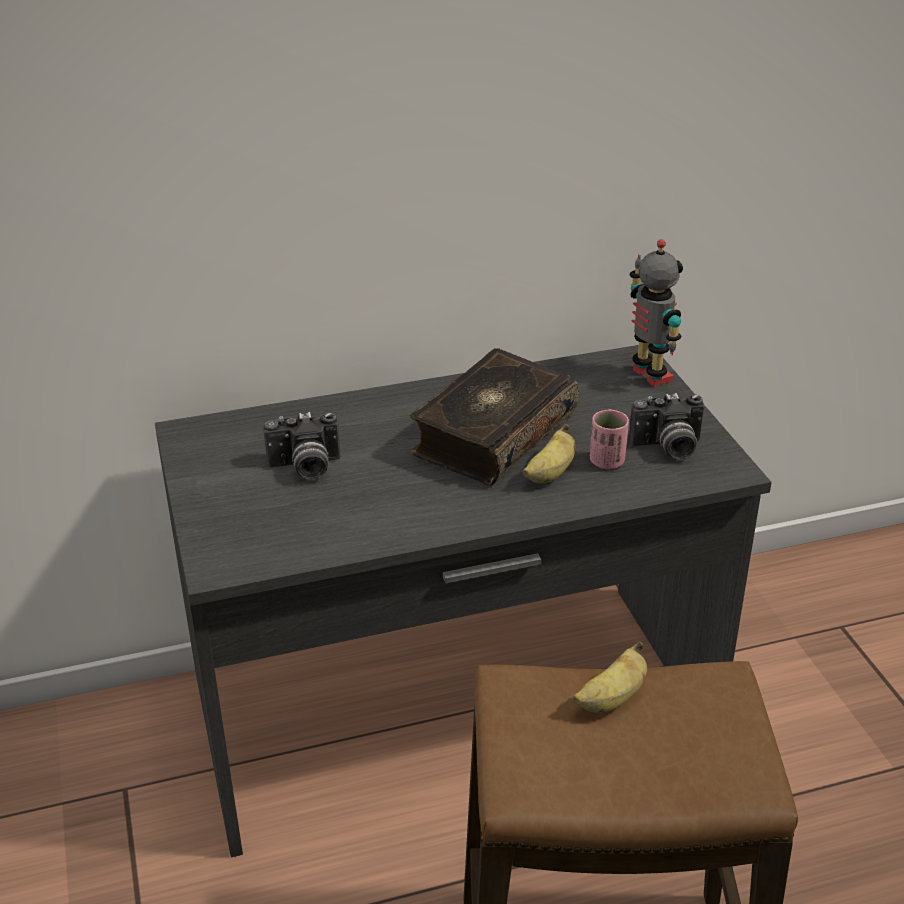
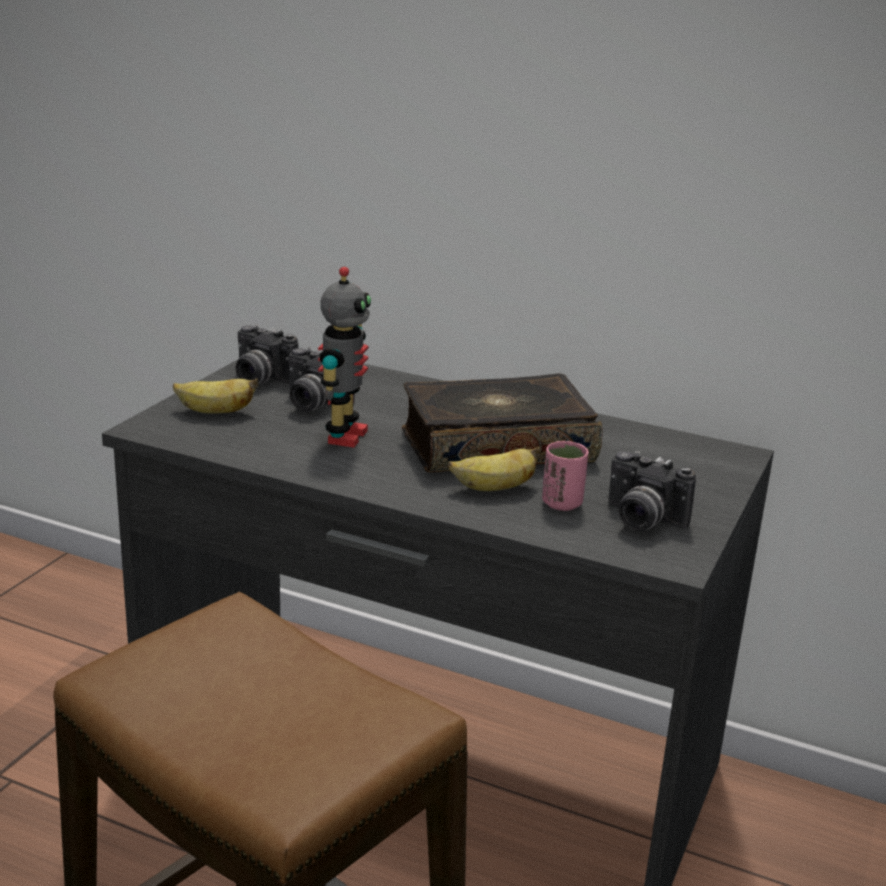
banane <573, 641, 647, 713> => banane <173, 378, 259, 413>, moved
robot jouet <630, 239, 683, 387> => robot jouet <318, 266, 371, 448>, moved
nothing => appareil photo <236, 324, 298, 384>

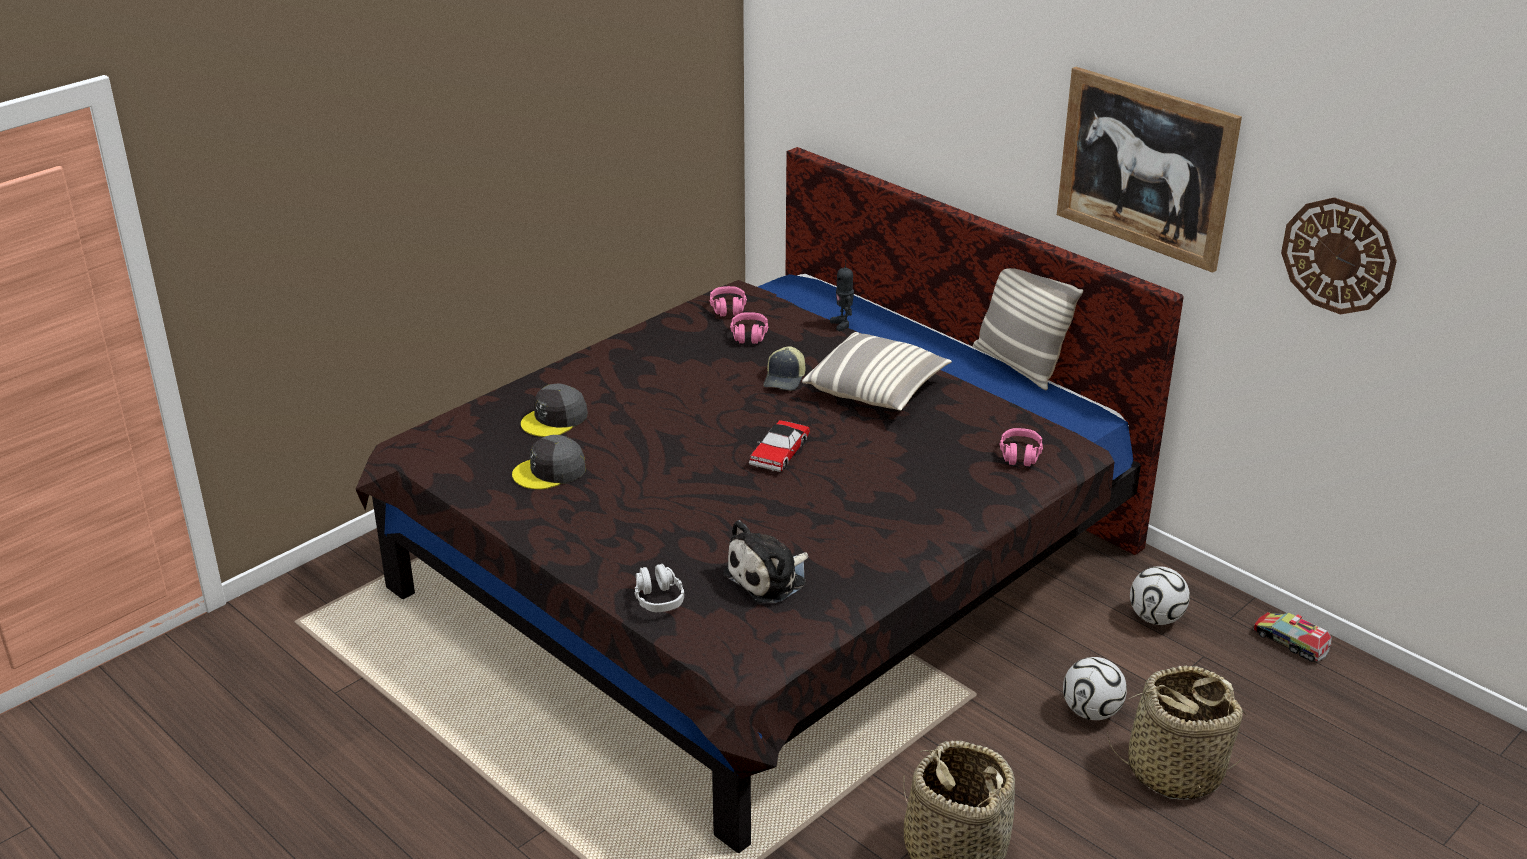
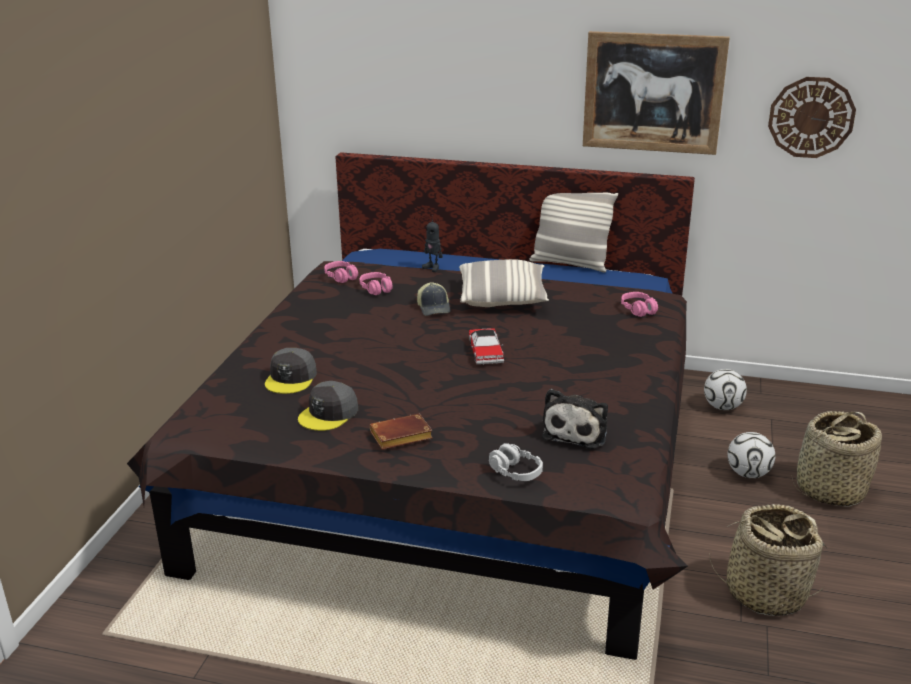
camion jouet <1253, 612, 1332, 662> => nothing
nothing => livre (marron) <370, 414, 433, 450>

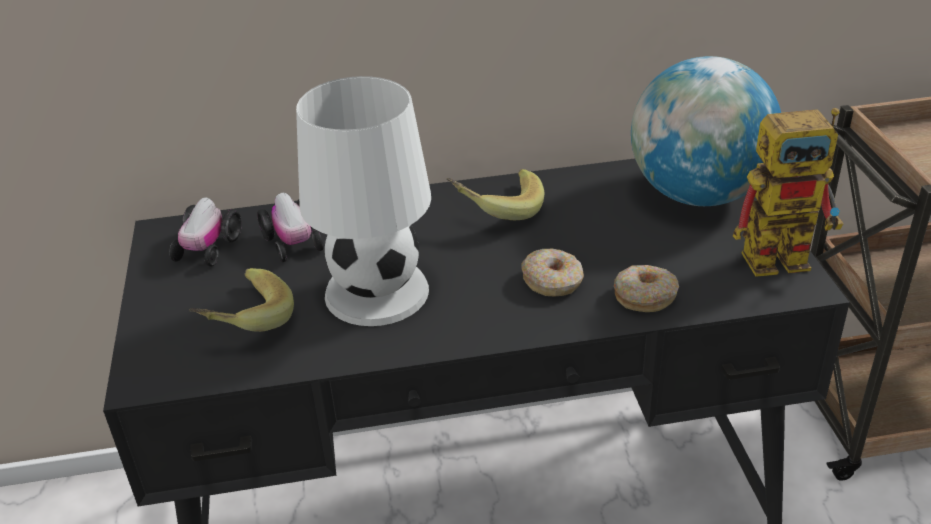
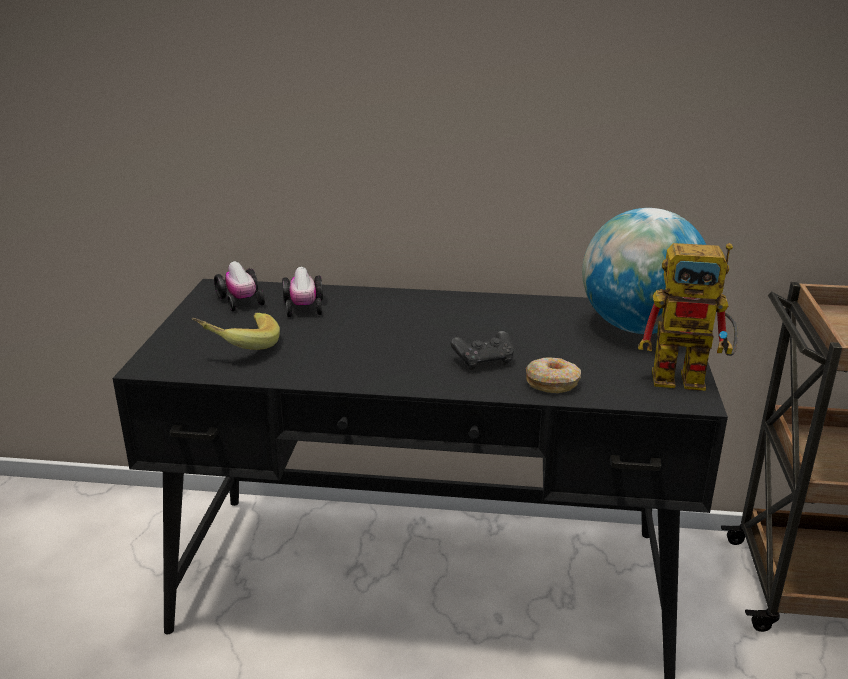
petite voiture <169, 197, 242, 267> => petite voiture <214, 261, 265, 311>, 60 degrees counterclockwise
lampe de table (blanc) <296, 76, 431, 326> => nothing
banane <447, 169, 544, 220> => nothing
beignet <522, 249, 584, 297> => manette (noir) <451, 331, 514, 370>

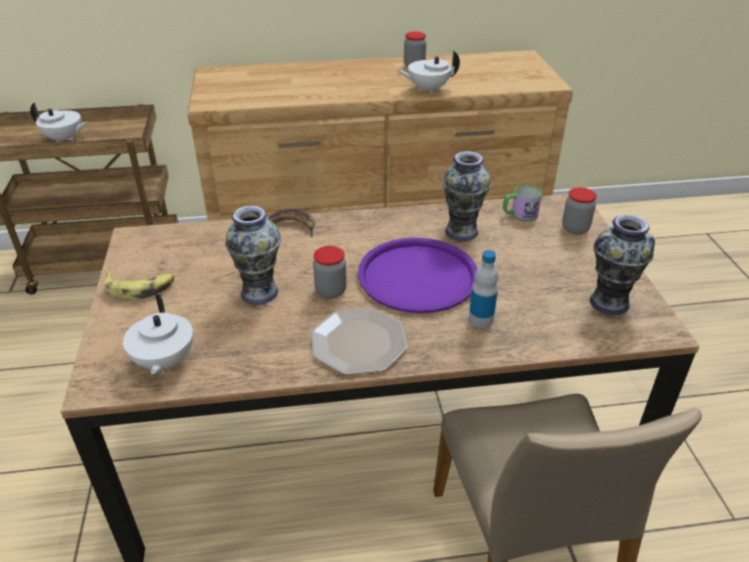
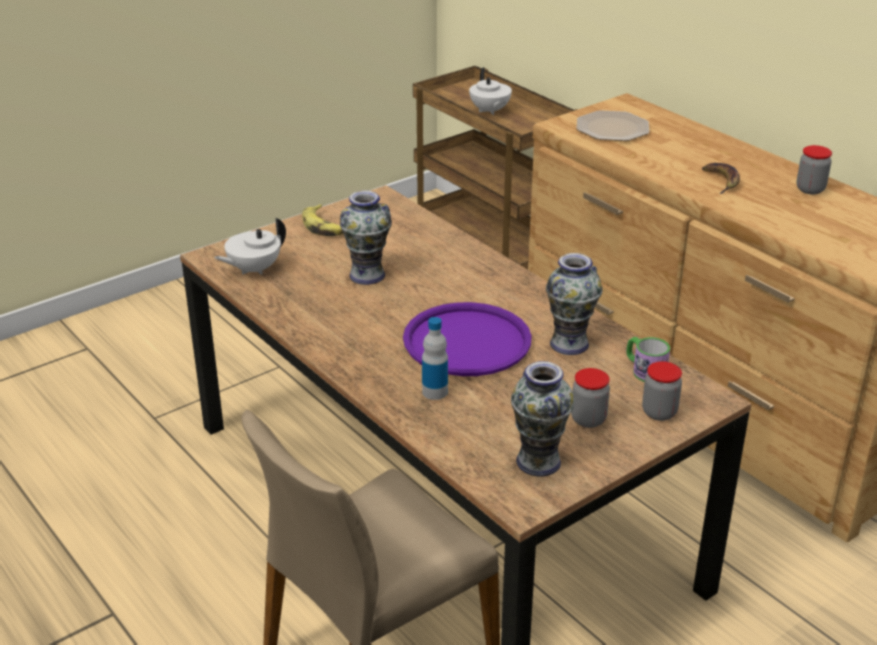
banane <268, 209, 315, 237> => banane <702, 163, 740, 194>, moved
assiette <311, 308, 408, 375> => assiette <576, 110, 649, 141>, moved
bocal <313, 246, 347, 299> => bocal <571, 368, 610, 428>, moved
théière (blanc) <397, 50, 460, 94> => nothing

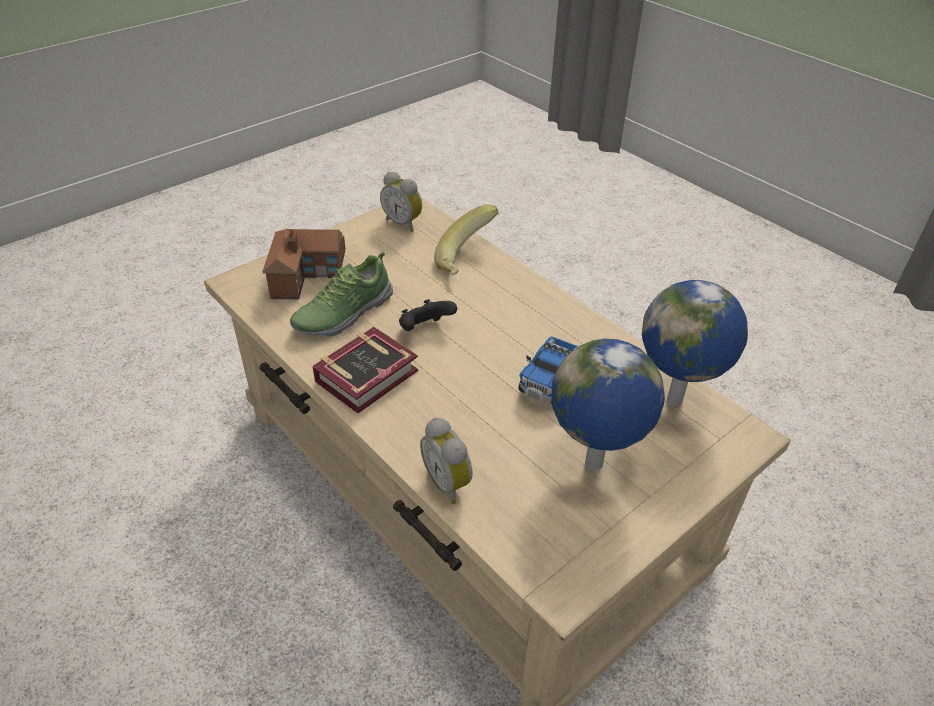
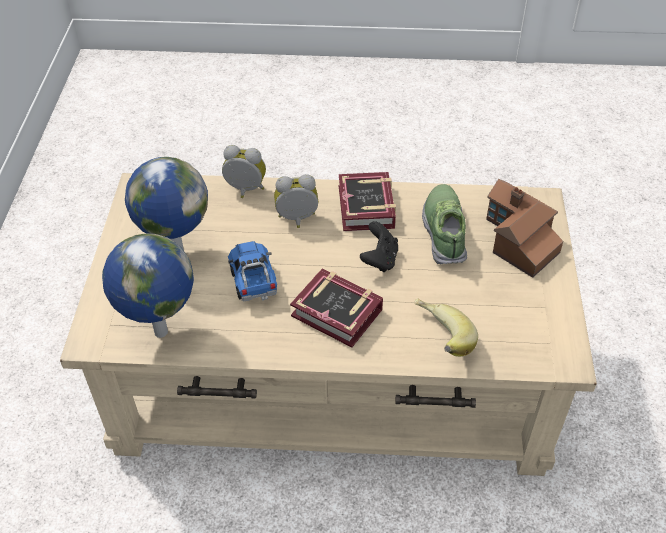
réveil <380, 172, 422, 232> => réveil <274, 174, 318, 228>, moved
nothing => livre <290, 269, 383, 347>

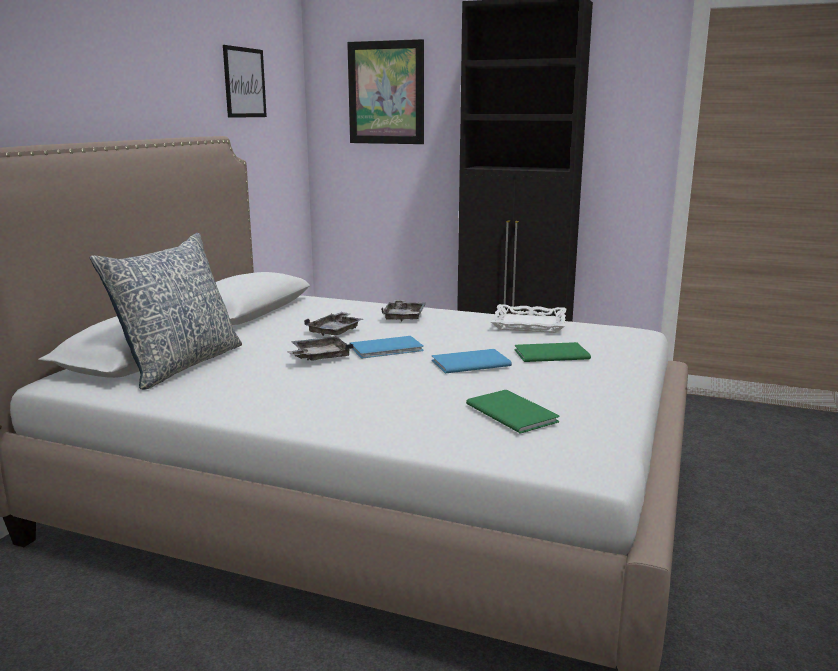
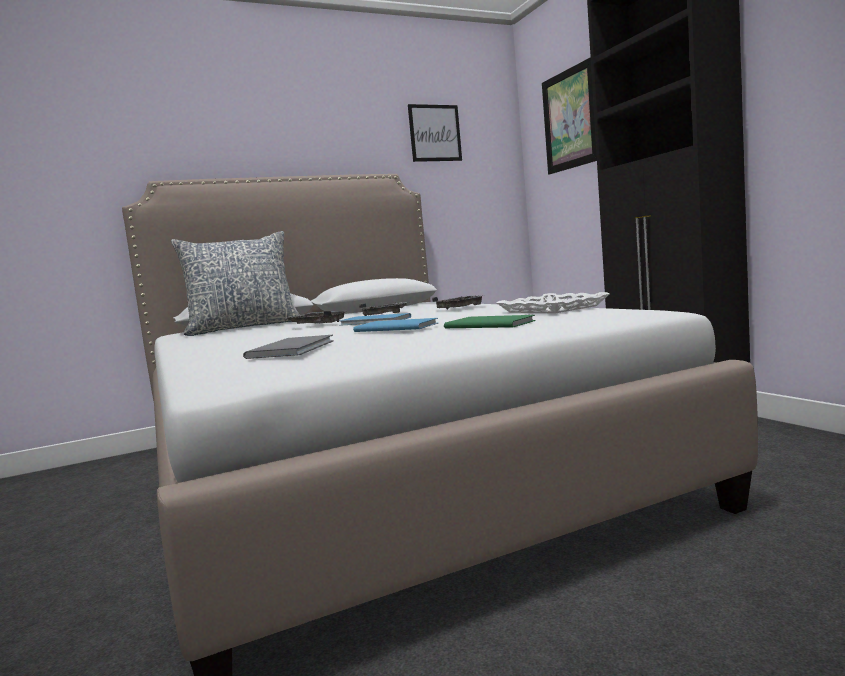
livre (vert) <466, 390, 560, 434> => livre (gris) <243, 335, 334, 359>

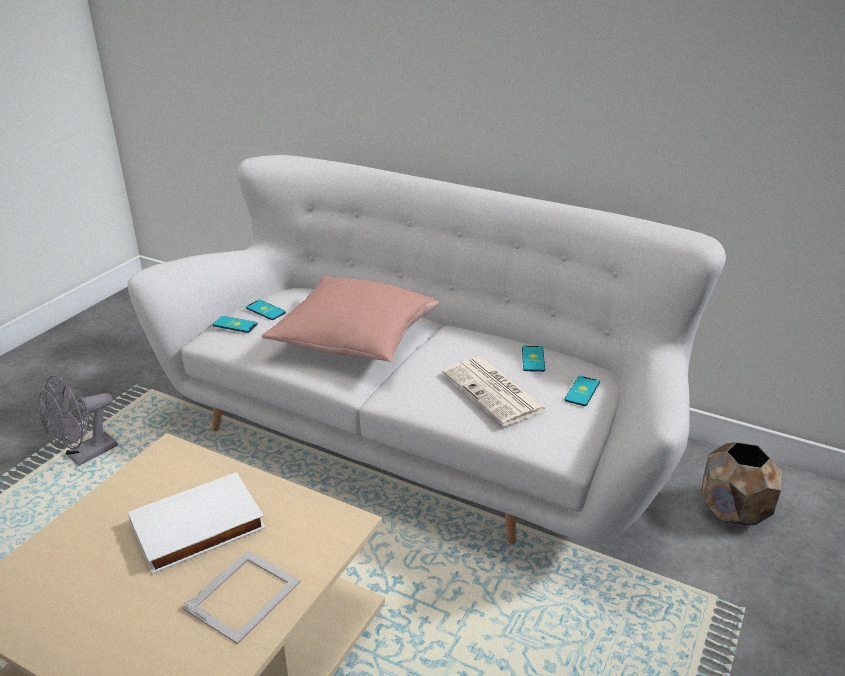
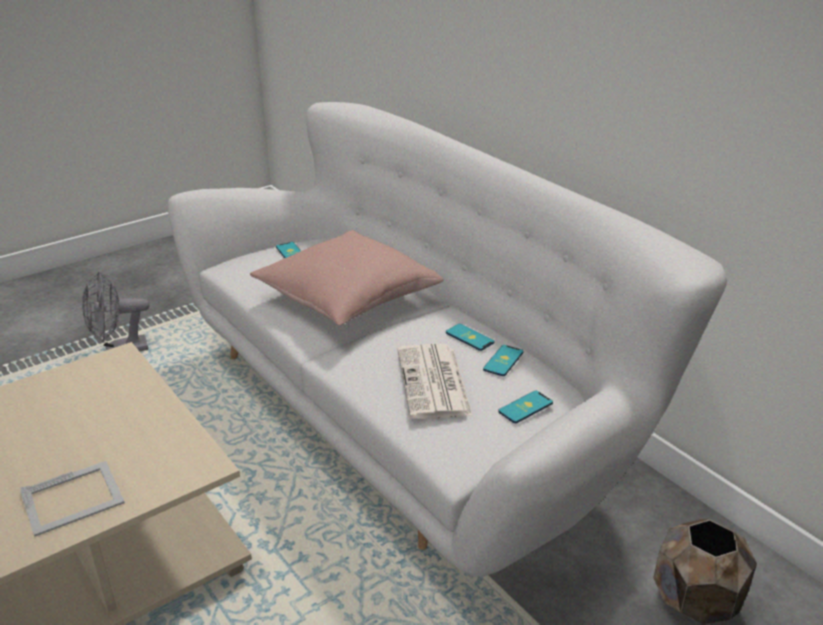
livre (blanc) <128, 472, 266, 574> => nothing
téléphone <212, 316, 258, 333> => téléphone <446, 324, 494, 351>, moved

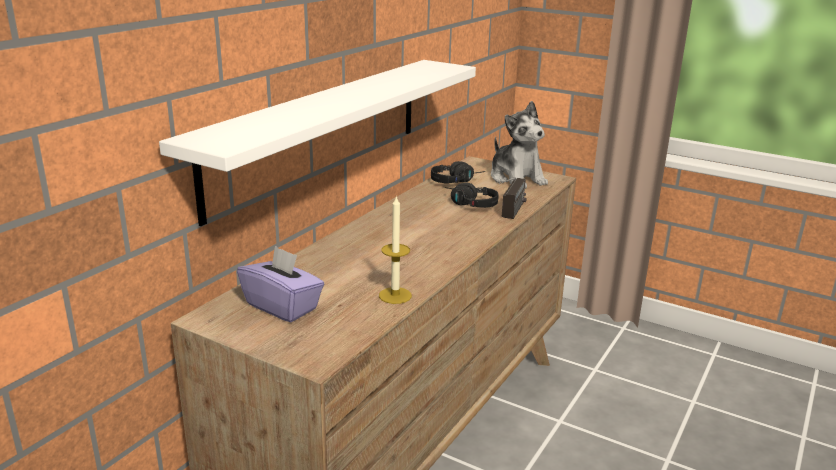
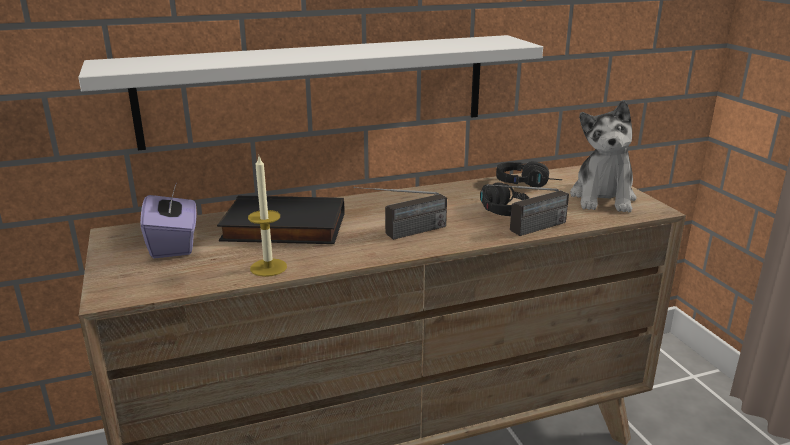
nothing => livre (noir) <217, 196, 344, 244>
nothing => radio <354, 187, 447, 240>

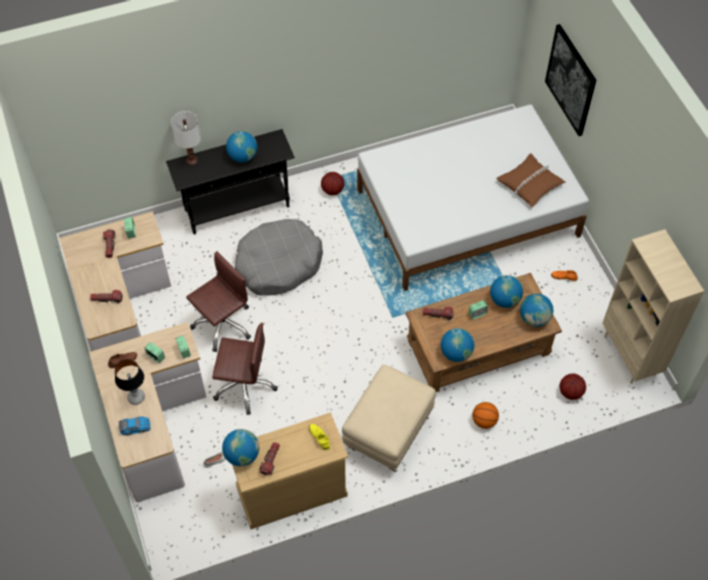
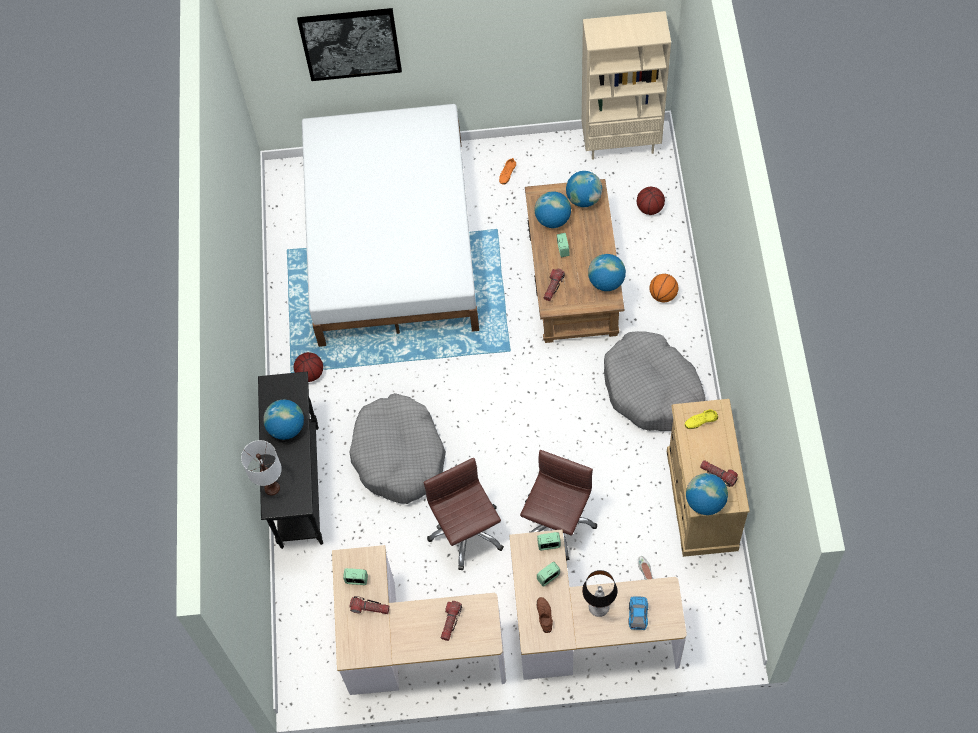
pouf (beige) <342, 364, 436, 472> => panier pour chien (gris) <604, 331, 706, 431>
coussin (marron) <496, 153, 565, 207> => nothing

